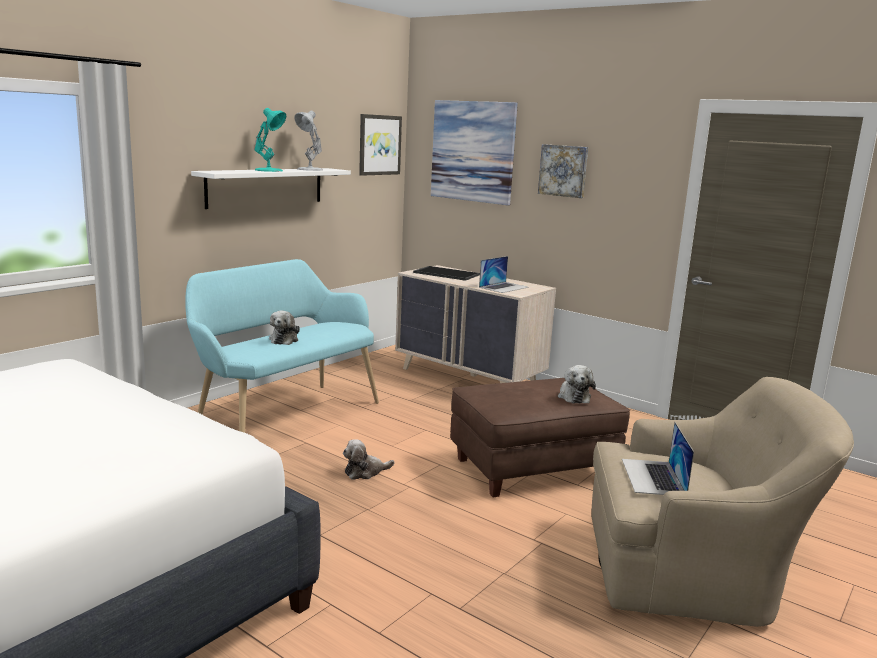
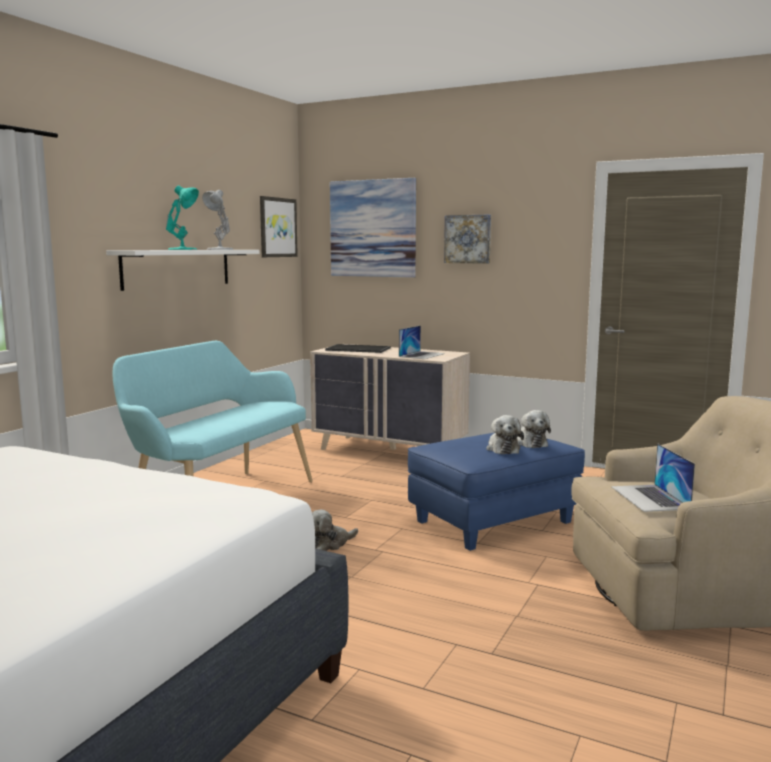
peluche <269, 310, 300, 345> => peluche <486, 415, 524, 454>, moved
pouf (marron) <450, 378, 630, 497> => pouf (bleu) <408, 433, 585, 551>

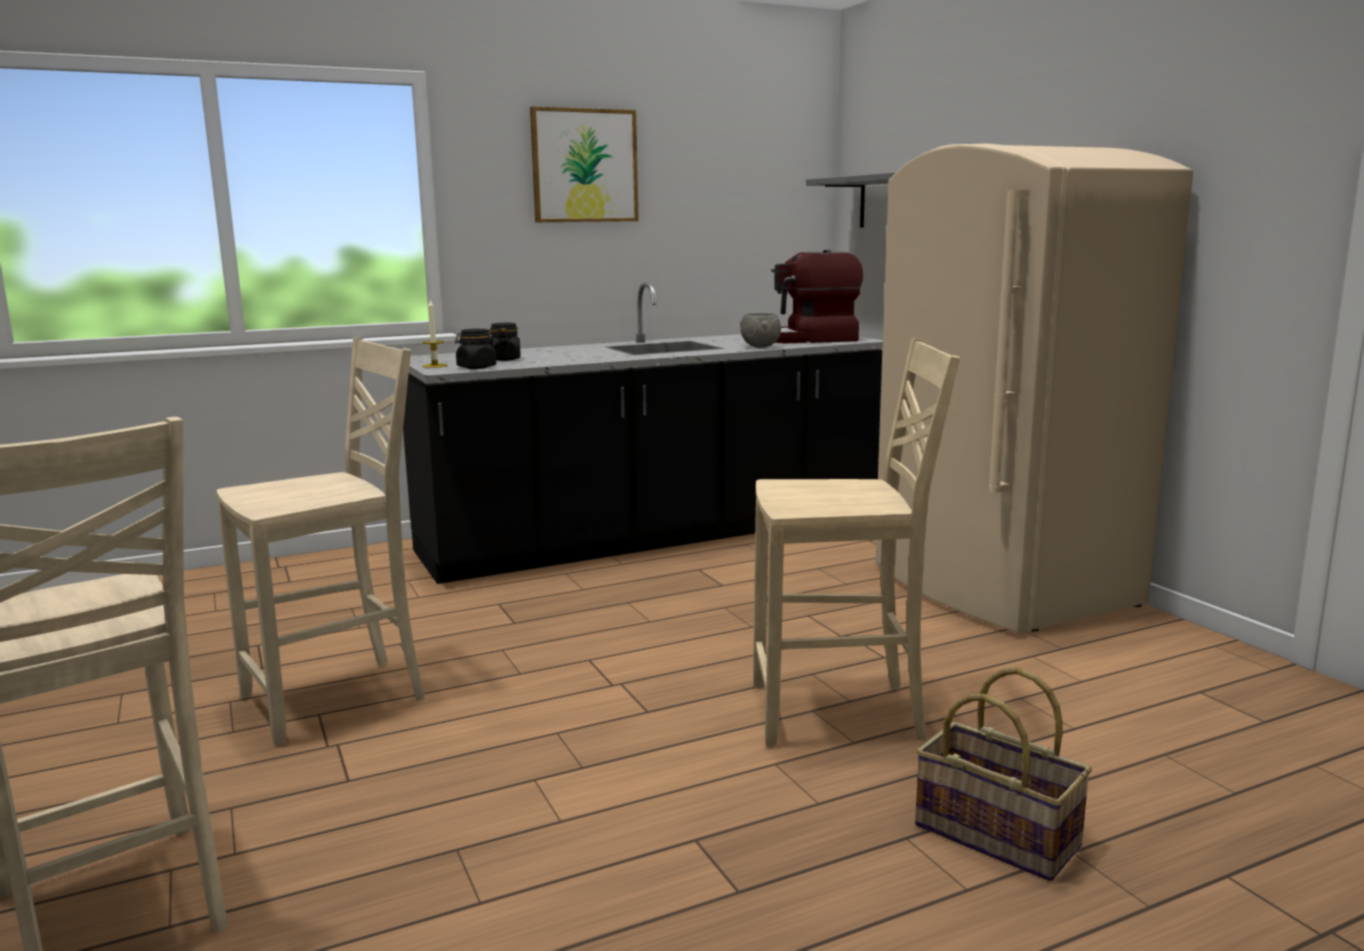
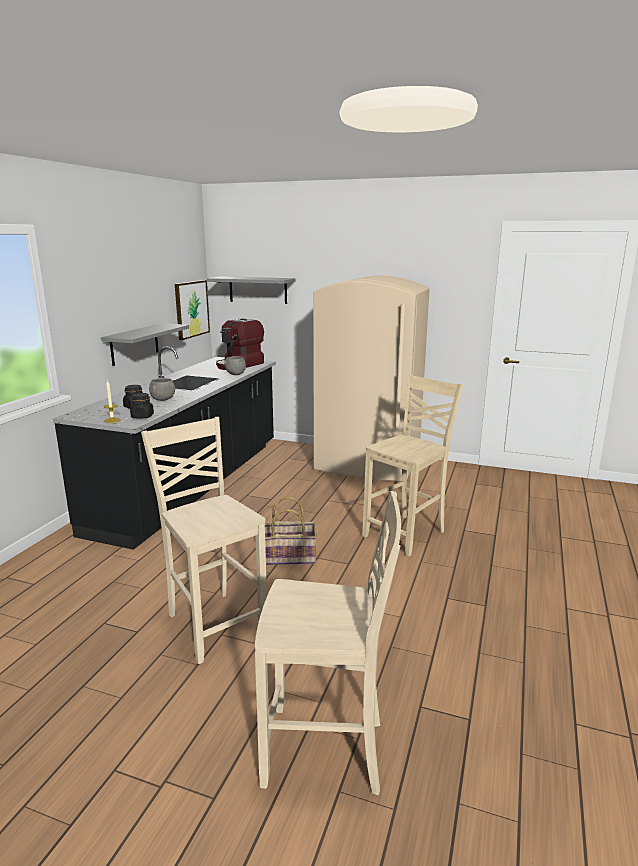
chaise (beige) <216, 338, 425, 746> => chaise (beige) <141, 417, 267, 664>, 45 degrees counterclockwise
tableau <530, 106, 639, 222> => tableau <175, 280, 210, 340>, moved
panier <915, 667, 1092, 881> => panier <265, 497, 317, 565>, moved
nothing => étagère (gris) <101, 323, 189, 366>
nothing => bol (gris) <149, 378, 175, 401>

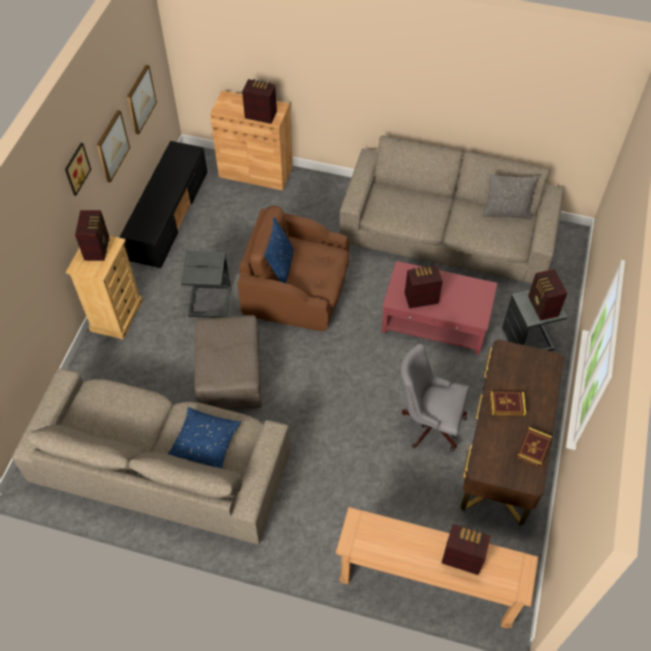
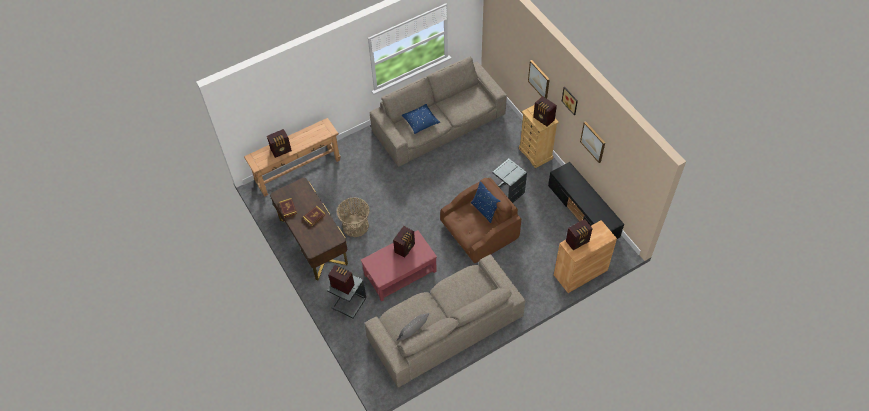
tableau <127, 65, 157, 135> => tableau <528, 60, 550, 98>, moved
pouf (gris) <194, 315, 262, 410> => nothing
chaise de bureau (gris) <401, 344, 469, 451> => panier <337, 197, 370, 237>

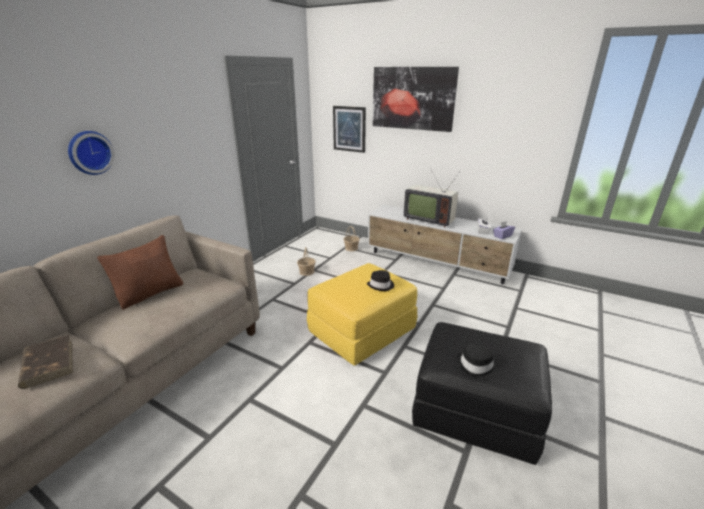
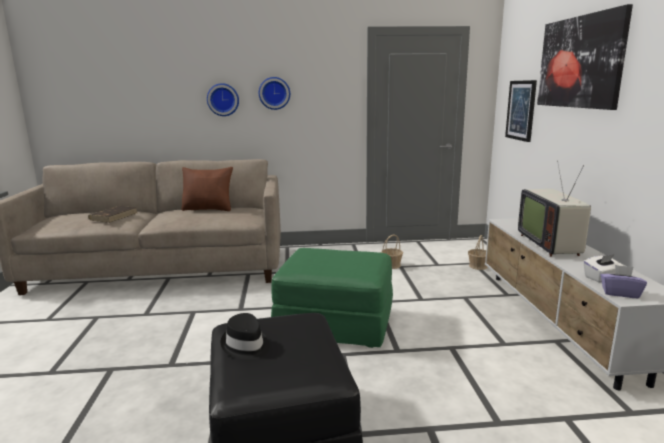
pouf (jaune) <307, 263, 417, 366> => pouf (vert) <271, 248, 393, 348>
chapeau (noir) <367, 270, 394, 291> => nothing
nothing => horloge murale <259, 77, 290, 110>

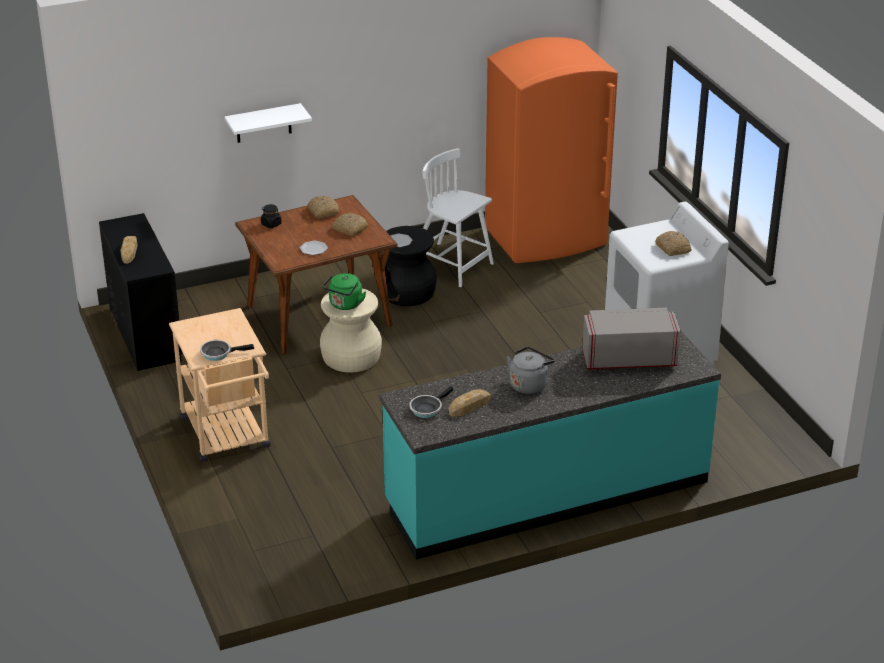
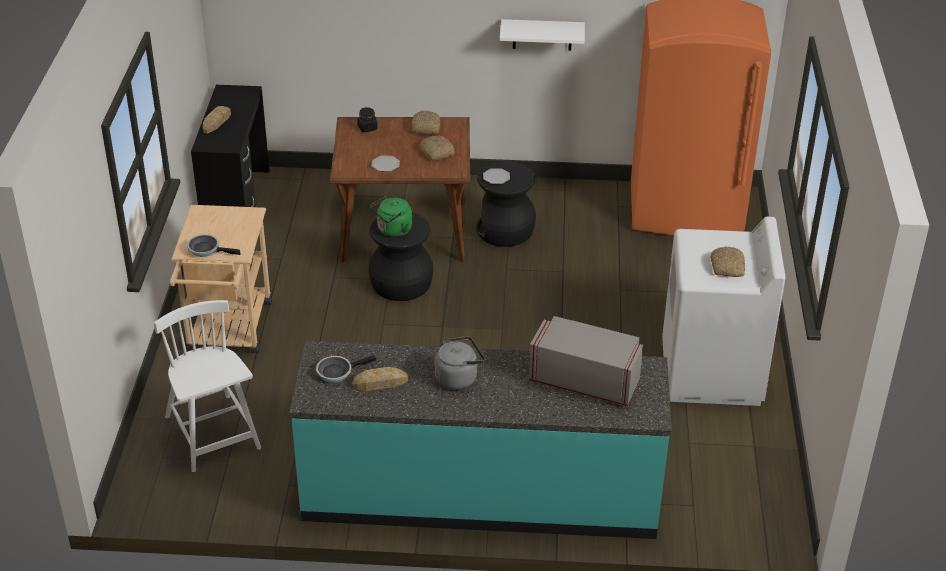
étagère (blanc) <224, 103, 312, 143> => étagère (blanc) <500, 19, 585, 51>, moved
tabouret (beige) <320, 288, 382, 372> => tabouret (noir) <369, 213, 433, 301>
chaise (blanc) <423, 148, 494, 287> => chaise (blanc) <154, 300, 261, 472>, moved

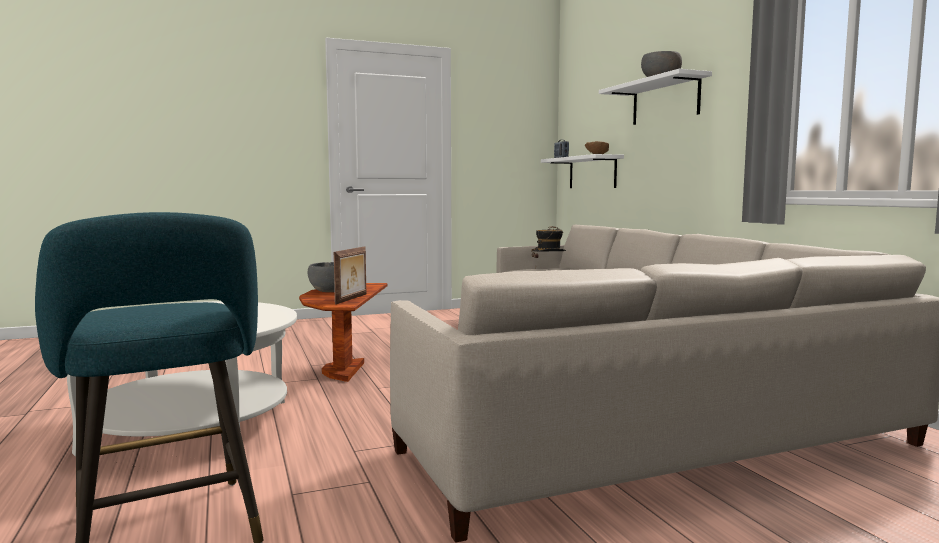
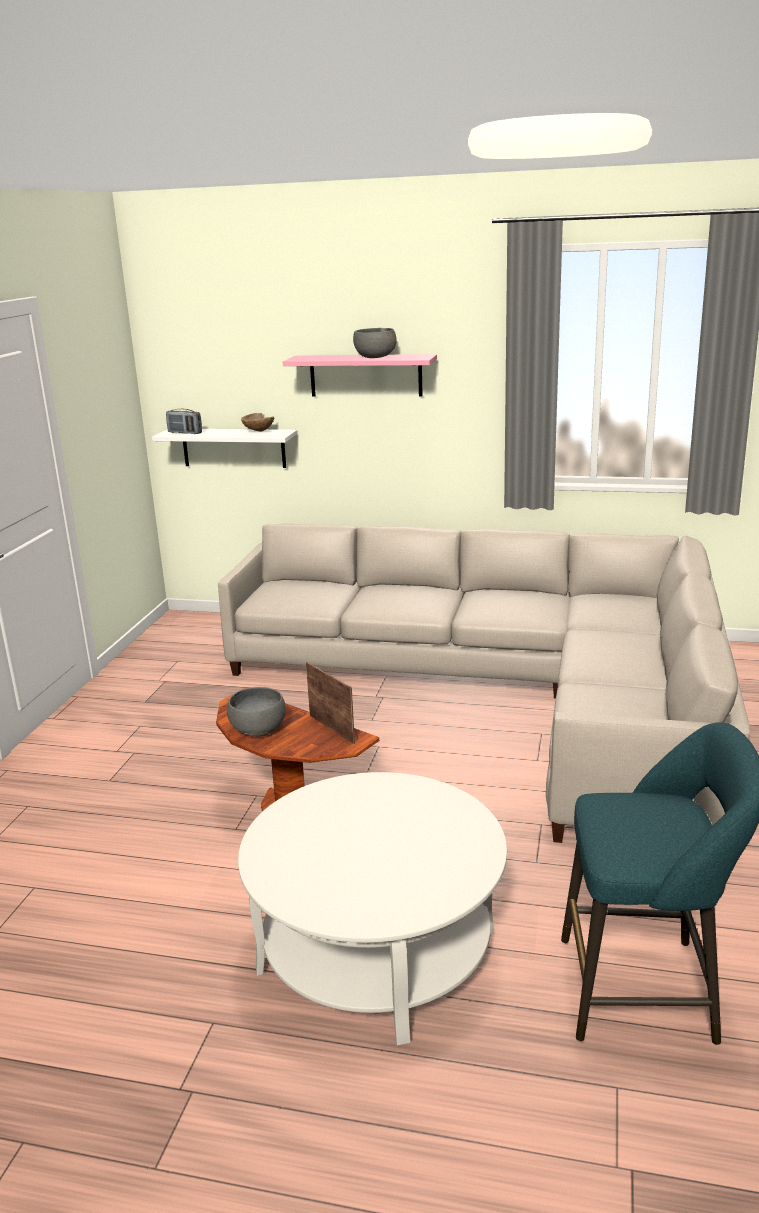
chapeau <531, 226, 566, 258> => nothing
étagère (blanc) <599, 69, 712, 125> => étagère (rose) <283, 354, 437, 397>

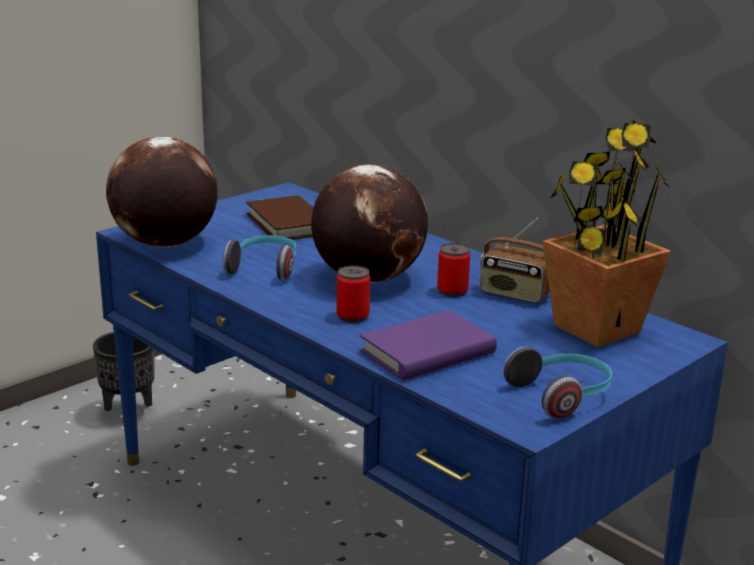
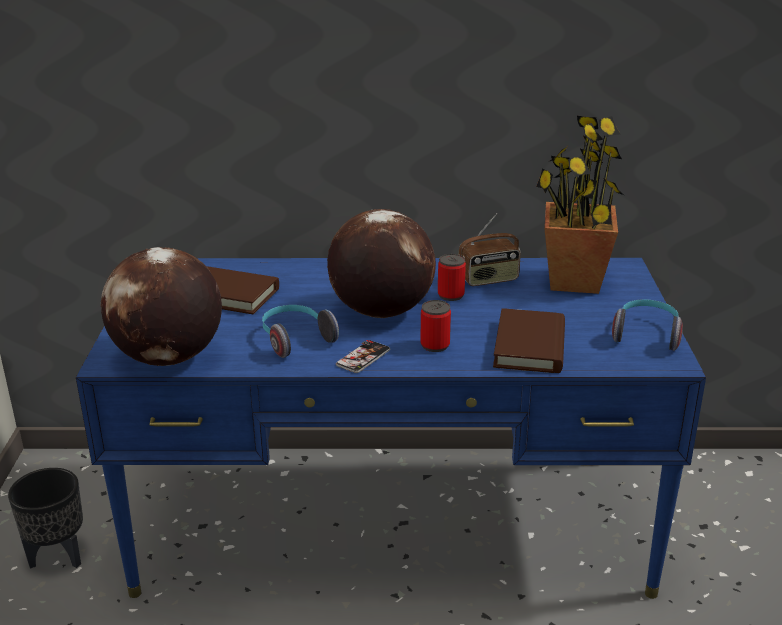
livre (violet) <360, 310, 497, 380> => livre (marron) <493, 308, 565, 373>
nothing => téléphone <336, 340, 390, 373>

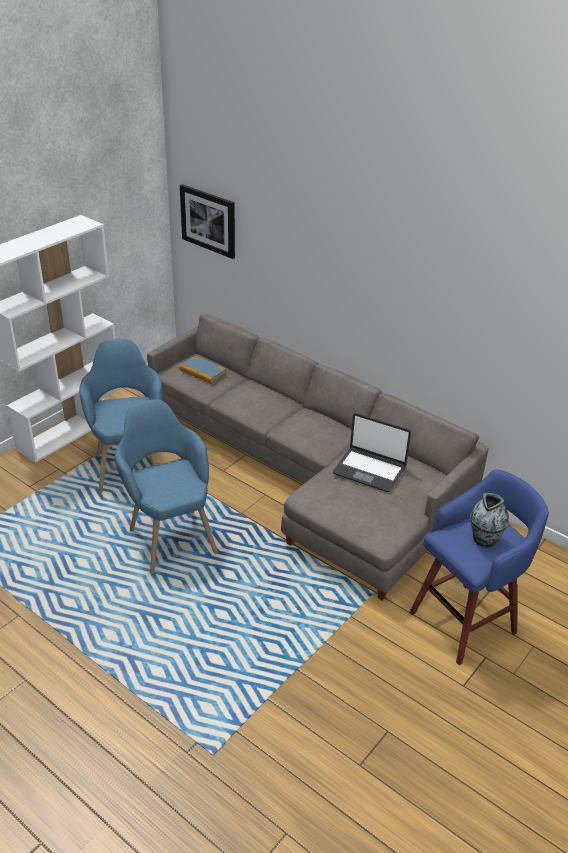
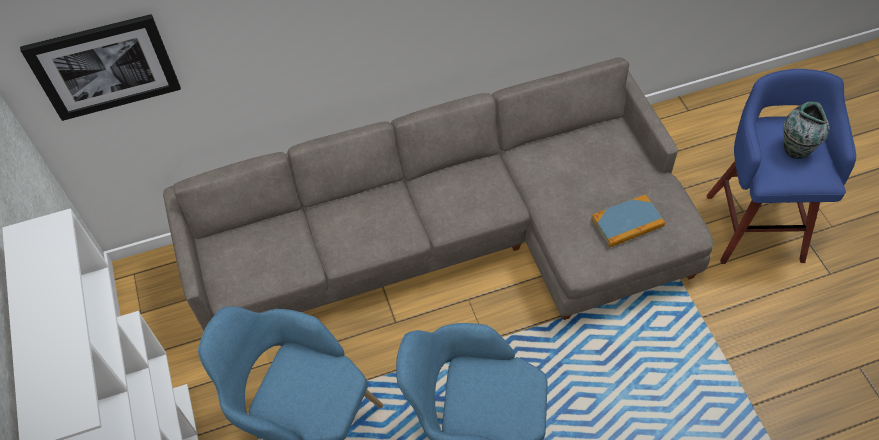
livre <179, 356, 226, 383> => livre <591, 194, 665, 248>, moved
ordinateur portable <333, 413, 411, 492> => nothing

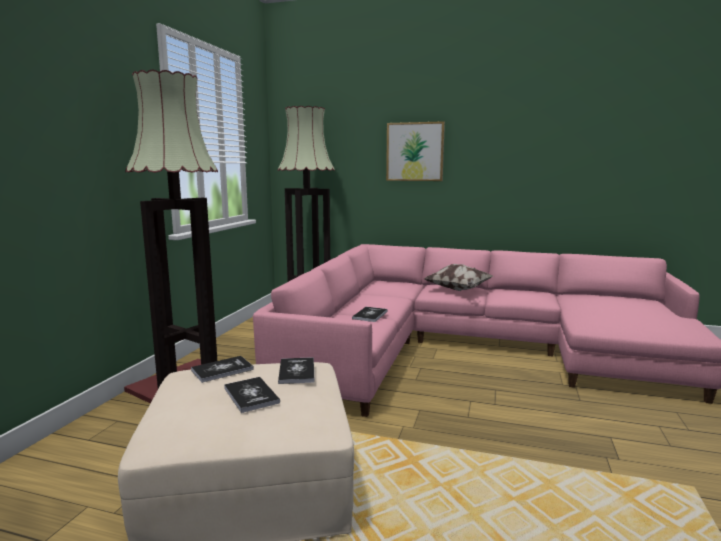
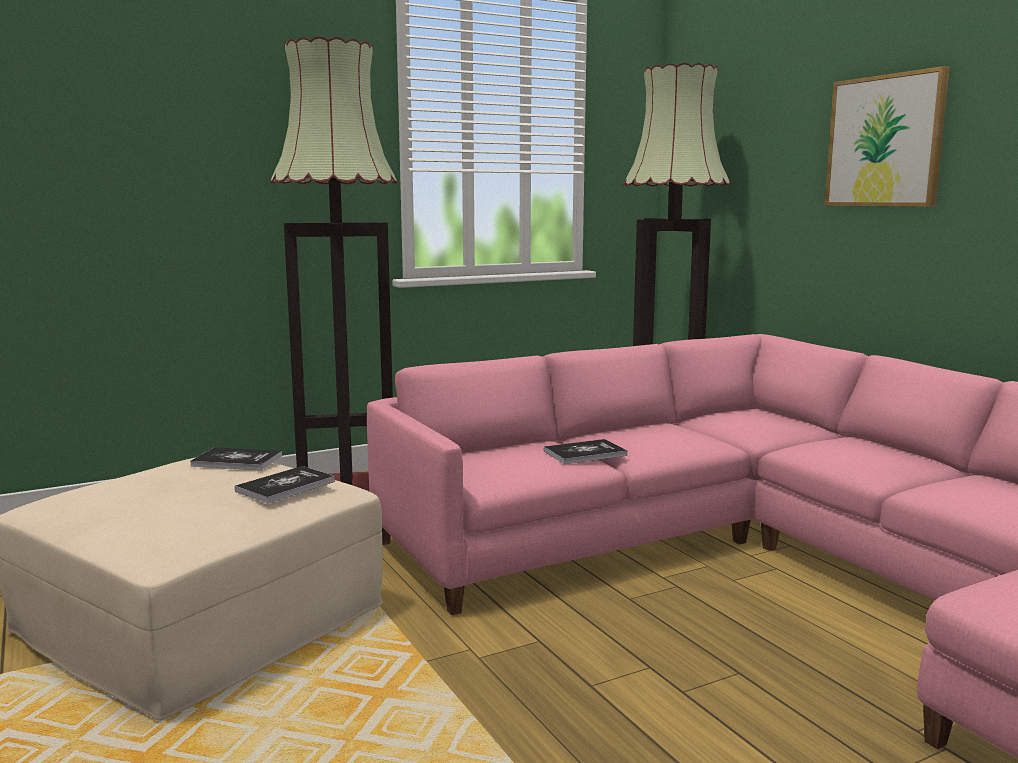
livre <224, 377, 280, 413> => nothing
coussin <424, 264, 493, 291> => nothing

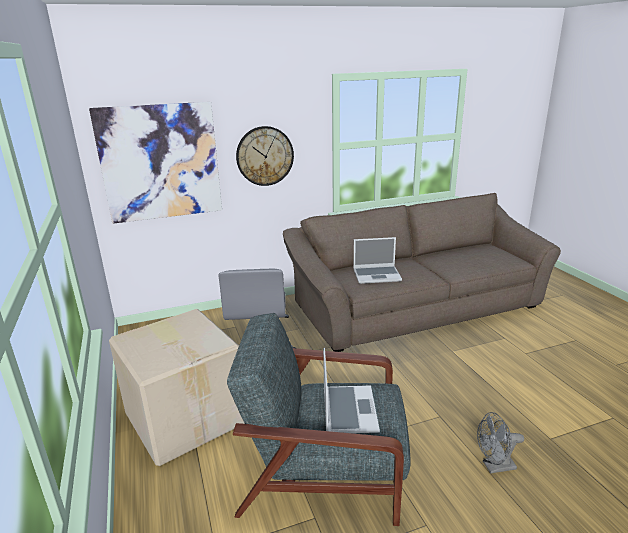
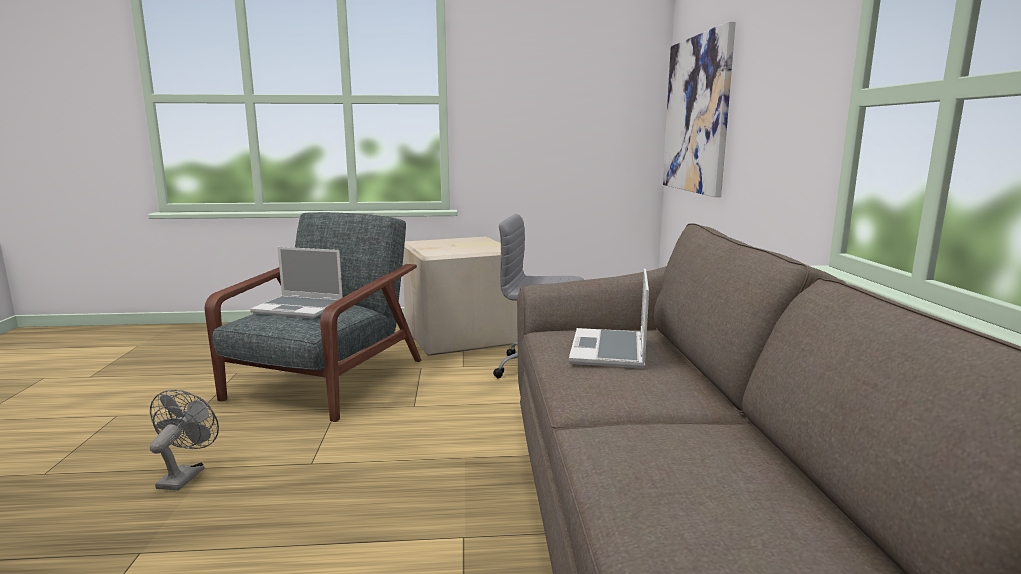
horloge murale <236, 126, 294, 186> => nothing

